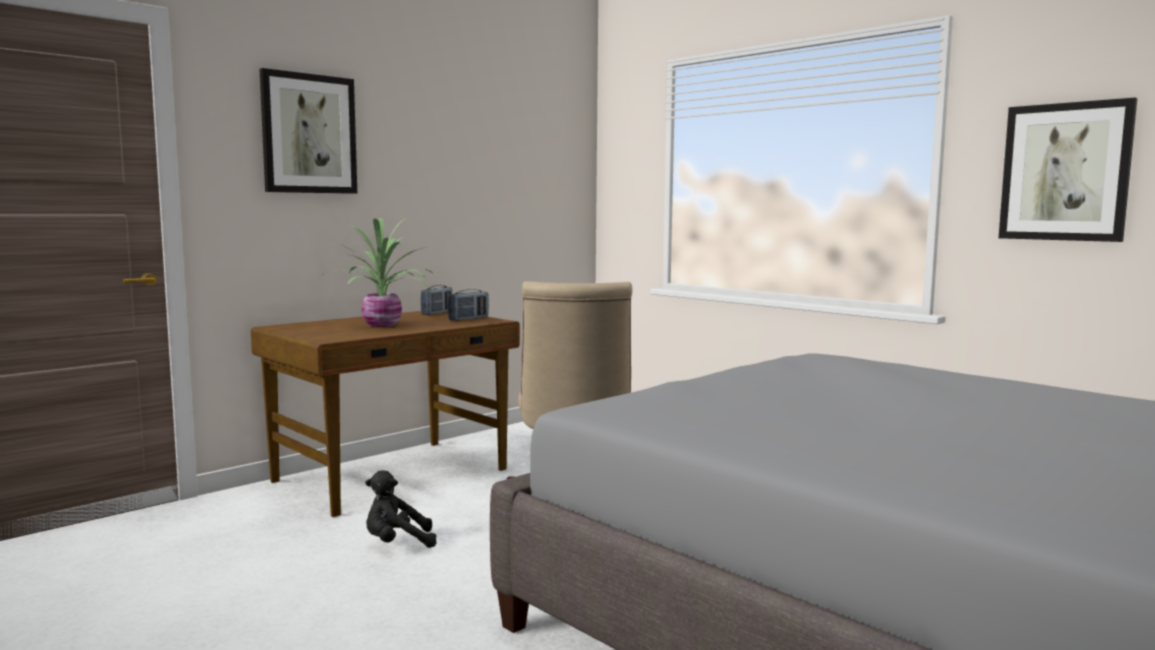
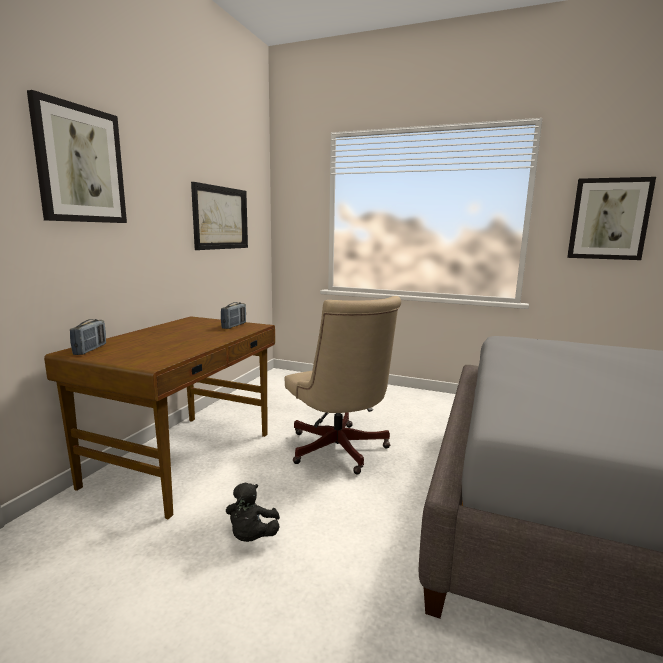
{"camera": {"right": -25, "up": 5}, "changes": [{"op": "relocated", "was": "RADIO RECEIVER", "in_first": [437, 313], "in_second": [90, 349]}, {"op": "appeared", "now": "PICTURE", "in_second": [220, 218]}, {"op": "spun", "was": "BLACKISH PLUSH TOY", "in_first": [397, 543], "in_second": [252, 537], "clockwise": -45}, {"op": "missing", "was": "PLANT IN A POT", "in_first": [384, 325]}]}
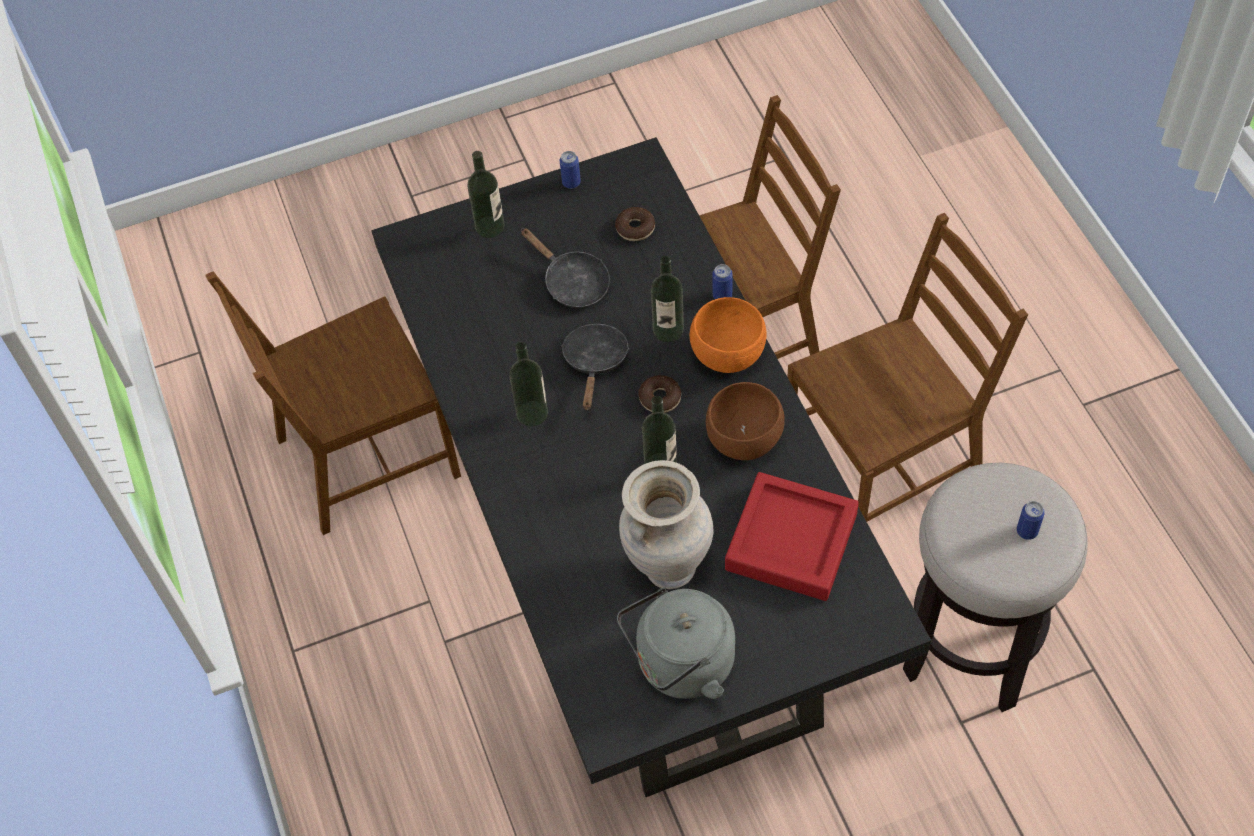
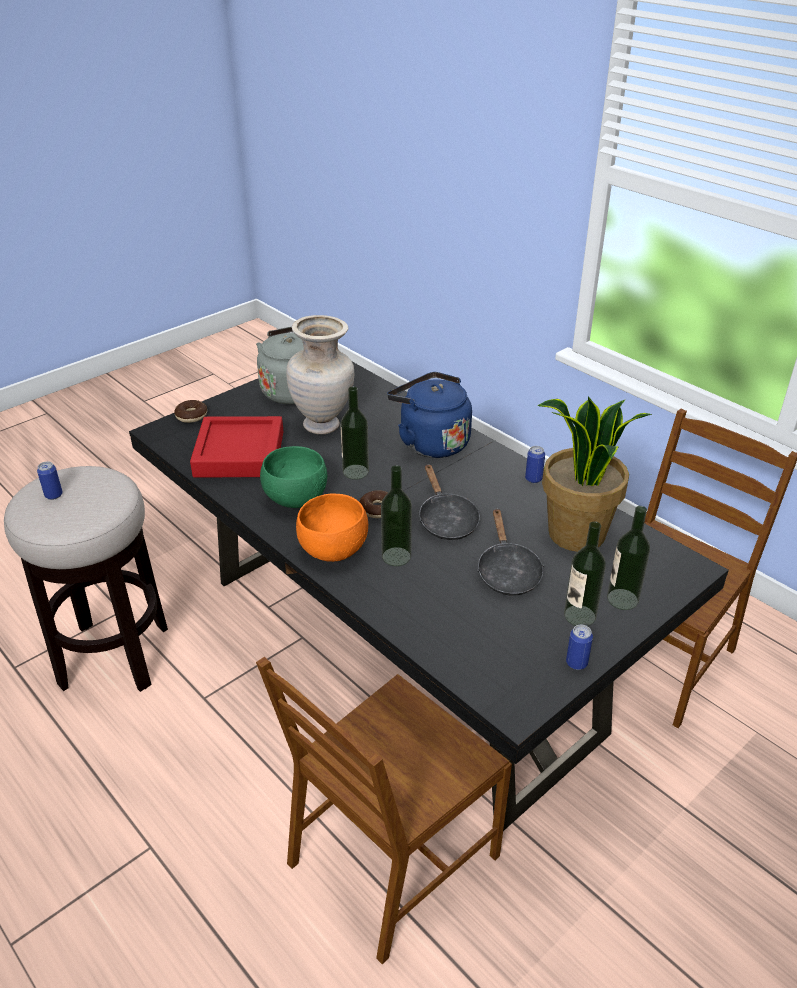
{"camera": {"right": 155, "up": -20}, "changes": [{"op": "relocated", "was": "DONUT", "in_first": [635, 228], "in_second": [191, 416]}, {"op": "colour", "was": "BROWNISH BOWL", "now": "GREEN-COLOURED BOWL", "in_first": [743, 439], "in_second": [296, 500]}, {"op": "appeared", "now": "BLUISH KETTLE", "in_second": [430, 442]}, {"op": "spun", "was": "BLACKISH SKILLET", "in_first": [572, 282], "in_second": [507, 572], "clockwise": -120}, {"op": "relocated", "was": "METAL CAN", "in_first": [722, 295], "in_second": [533, 479]}, {"op": "appeared", "now": "PLANT IN A POT", "in_second": [576, 535]}, {"op": "relocated", "was": "DRINK BOTTLE", "in_first": [532, 413], "in_second": [579, 616]}, {"op": "missing", "was": "BROWNISH UPRIGHT CHAIR", "in_first": [884, 463]}]}
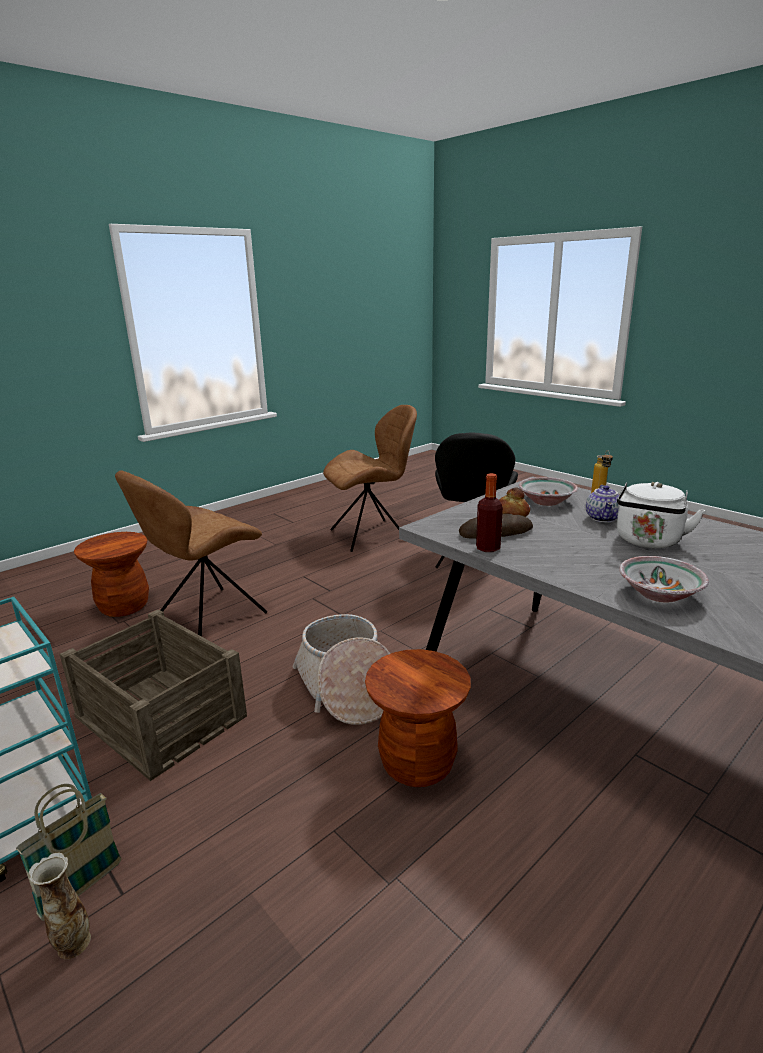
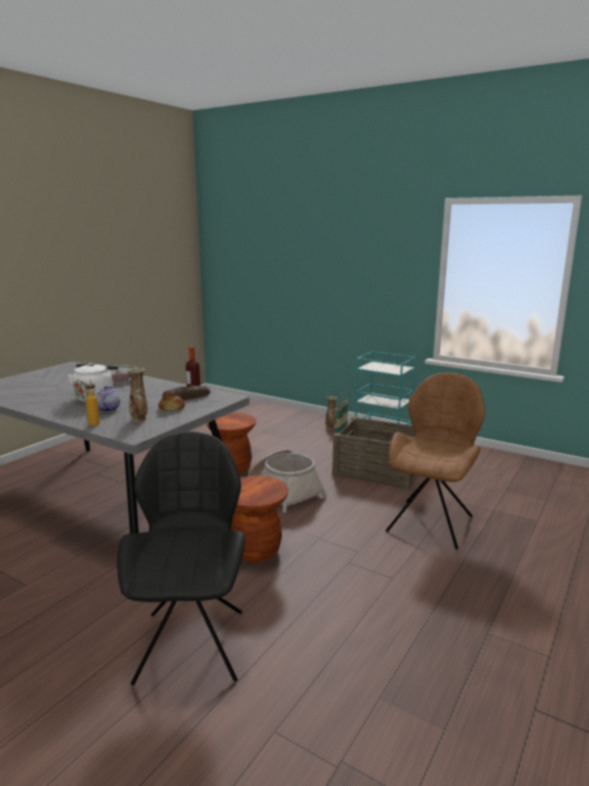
{"camera": {"right": 165, "up": -5}, "changes": [{"op": "exchanged", "was": "BOWL", "now": "FLOWER VASE", "in_first": [545, 501], "in_second": [139, 419]}, {"op": "relocated", "was": "BROWNISH STOOL", "in_first": [124, 606], "in_second": [256, 550]}, {"op": "missing", "was": "BROWNISH UPRIGHT CHAIR", "in_first": [372, 535]}]}
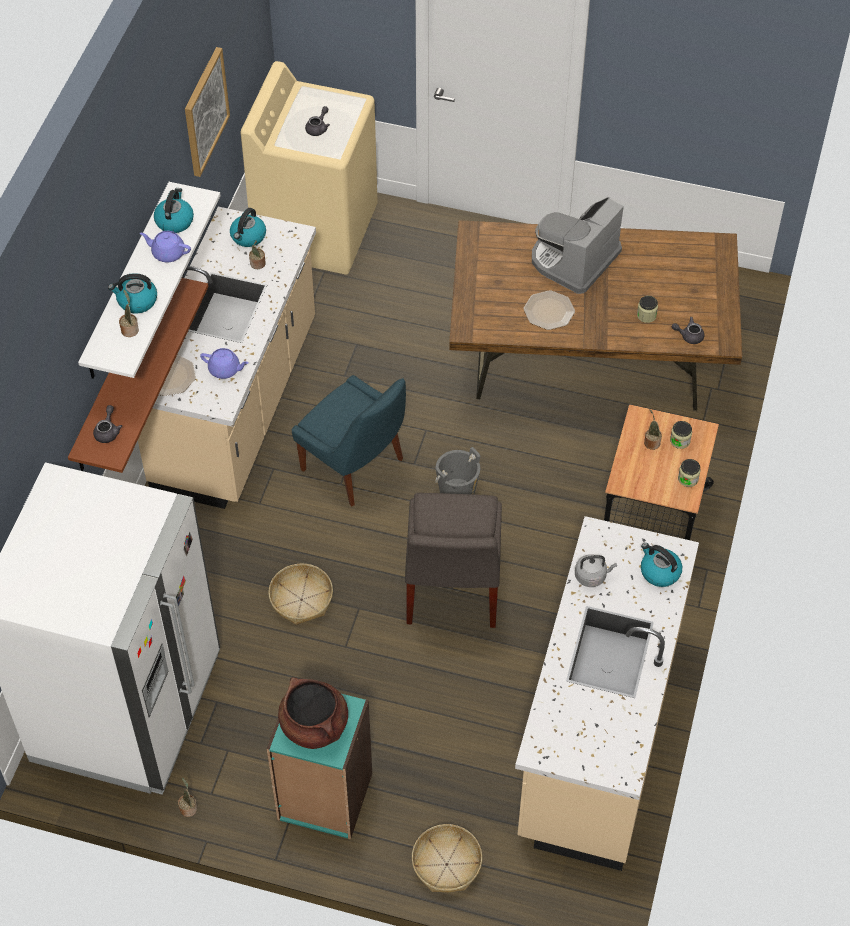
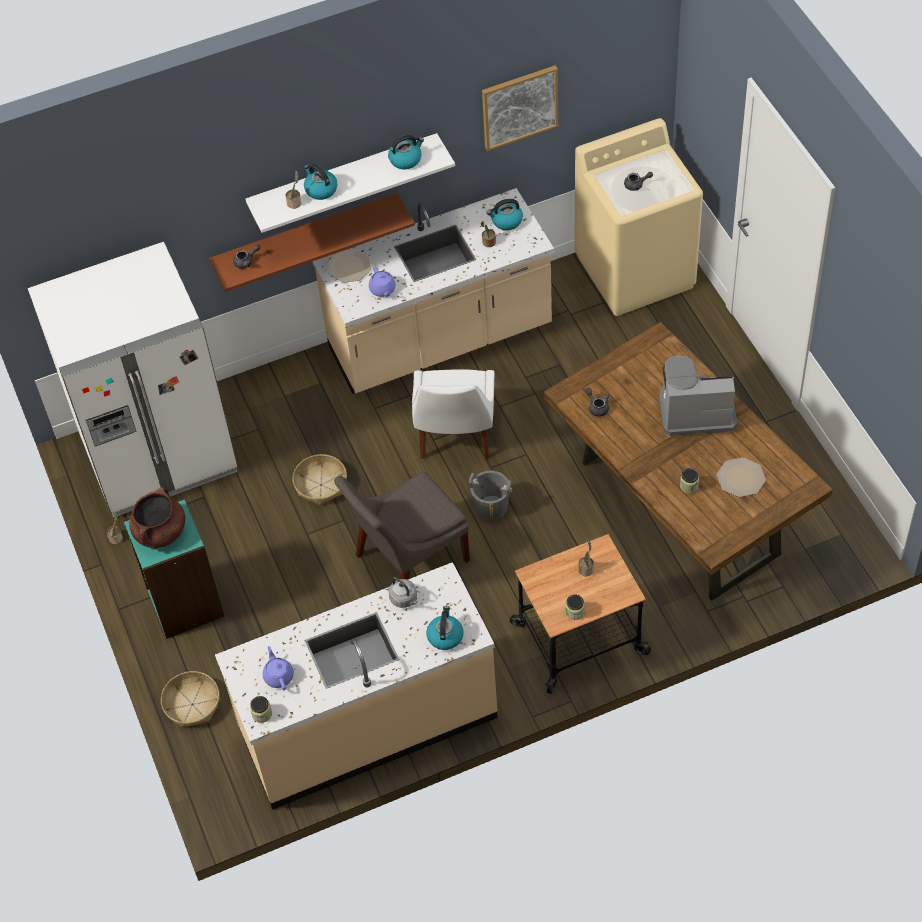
{"camera": {"right": 55, "up": 0}, "changes": [{"op": "relocated", "was": "PRESERVE JAR", "in_first": [680, 441], "in_second": [262, 714]}, {"op": "relocated", "was": "PURPLE-COLOURED TEA POT", "in_first": [167, 253], "in_second": [278, 676]}, {"op": "colour", "was": "BLUISH UPRIGHT CHAIR", "now": "WHITE UPRIGHT CHAIR", "in_first": [355, 466], "in_second": [455, 437]}, {"op": "relocated", "was": "GRAY TEA POT", "in_first": [688, 336], "in_second": [597, 407]}, {"op": "relocated", "was": "DINNER PLATE", "in_first": [548, 311], "in_second": [740, 478]}]}
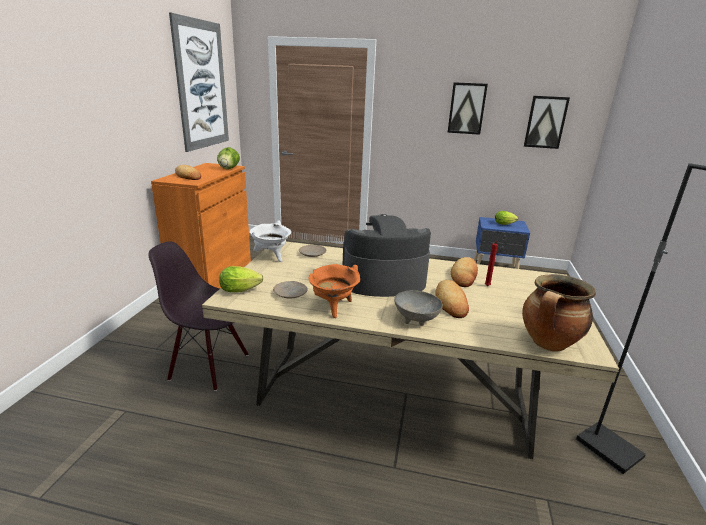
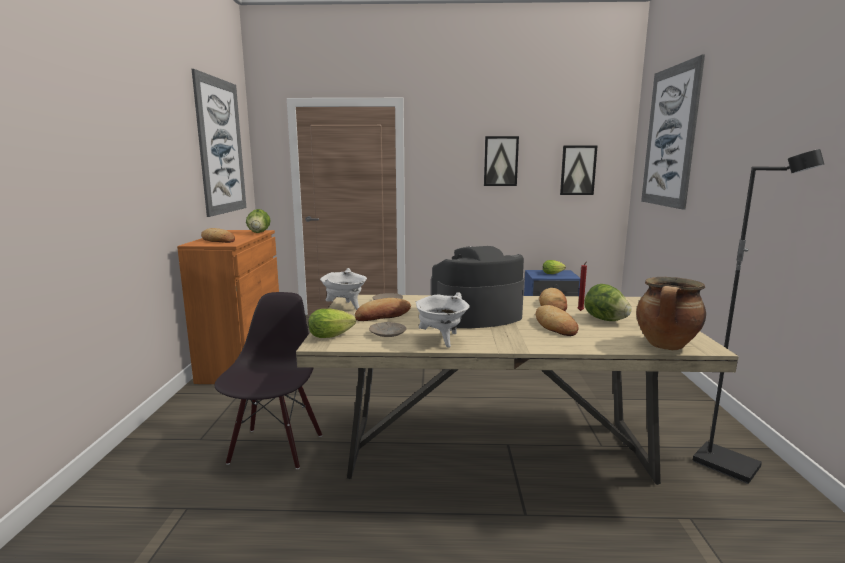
{"camera": {"right": -10, "up": -10}, "changes": [{"op": "spun", "was": "BLACKISH UPRIGHT CHAIR", "in_first": [210, 366], "in_second": [275, 448], "clockwise": 90}, {"op": "appeared", "now": "BREAD", "in_second": [383, 315]}, {"op": "colour", "was": "ORANGEY SAUCEPOT", "now": "WHITE SAUCEPOT", "in_first": [333, 307], "in_second": [441, 340]}, {"op": "appeared", "now": "LETTUCE", "in_second": [605, 320]}, {"op": "appeared", "now": "PICTURE", "in_second": [670, 137]}, {"op": "missing", "was": "GRAY BOWL", "in_first": [417, 319]}]}
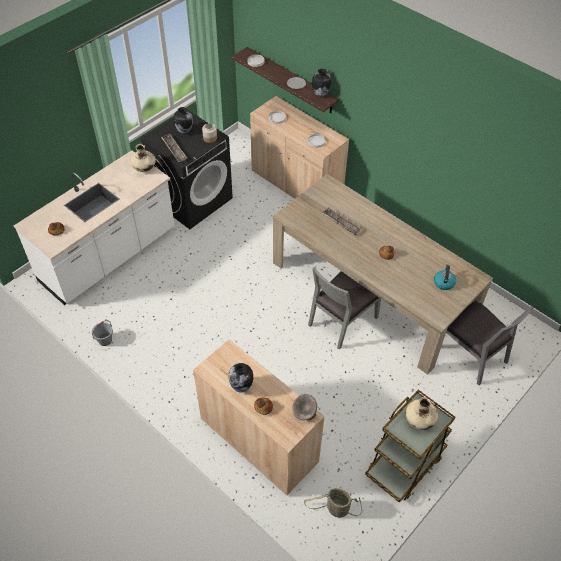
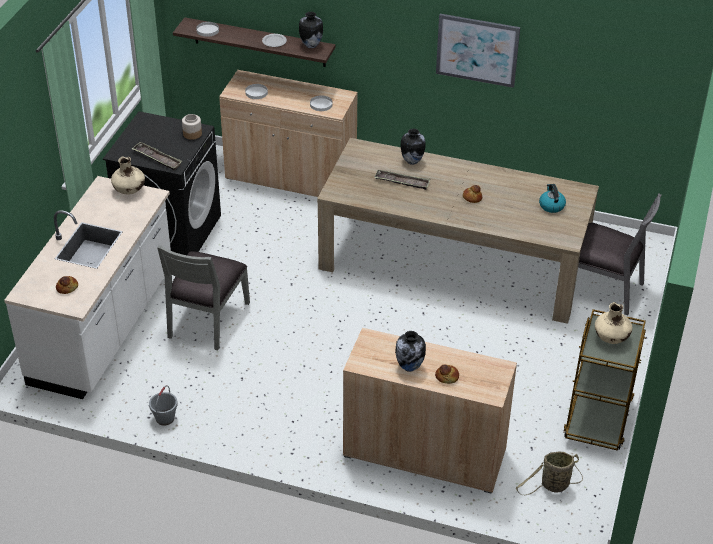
{"camera": {"right": -25, "up": -10}, "changes": [{"op": "relocated", "was": "GRAY UPRIGHT CHAIR", "in_first": [341, 320], "in_second": [207, 319]}, {"op": "relocated", "was": "FLOWER VASE", "in_first": [184, 131], "in_second": [412, 161]}, {"op": "appeared", "now": "PICTURE", "in_second": [477, 50]}, {"op": "missing", "was": "GRAY BOWL", "in_first": [304, 413]}]}
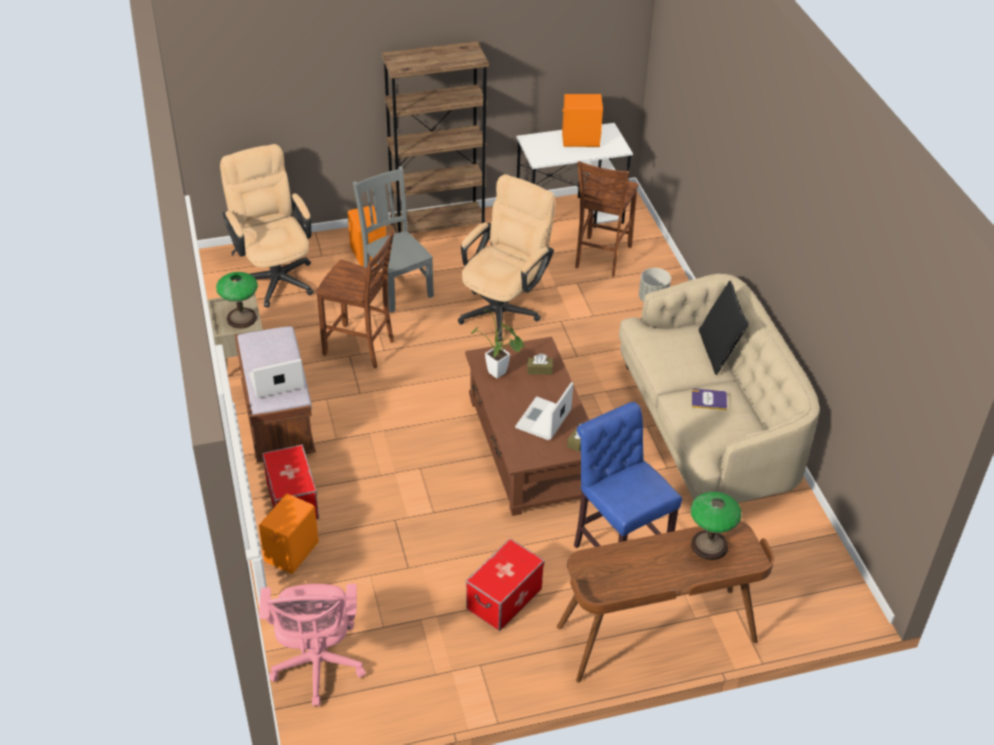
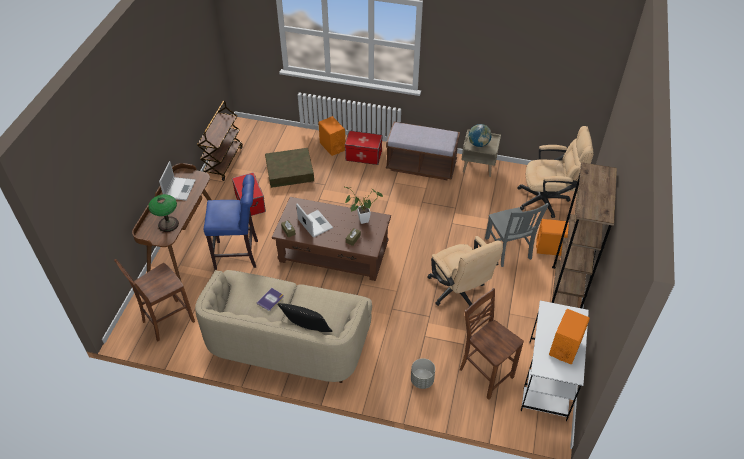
{"camera": {"right": 120, "up": 5}, "changes": [{"op": "relocated", "was": "BROWNISH UPRIGHT CHAIR", "in_first": [360, 348], "in_second": [167, 321]}, {"op": "relocated", "was": "LAPTOP", "in_first": [275, 382], "in_second": [180, 188]}, {"op": "appeared", "now": "BROWNISH WHEELED CART", "in_second": [223, 161]}, {"op": "appeared", "now": "BROWNISH STORAGE BOX", "in_second": [290, 171]}, {"op": "exchanged", "was": "LAMP FOR A TABLE", "now": "GLOBE", "in_first": [241, 318], "in_second": [478, 144]}, {"op": "spun", "was": "GRAY UPRIGHT CHAIR", "in_first": [397, 286], "in_second": [508, 249], "clockwise": 75}, {"op": "missing", "was": "PINK-COLOURED DESK CHAIR", "in_first": [317, 666]}]}
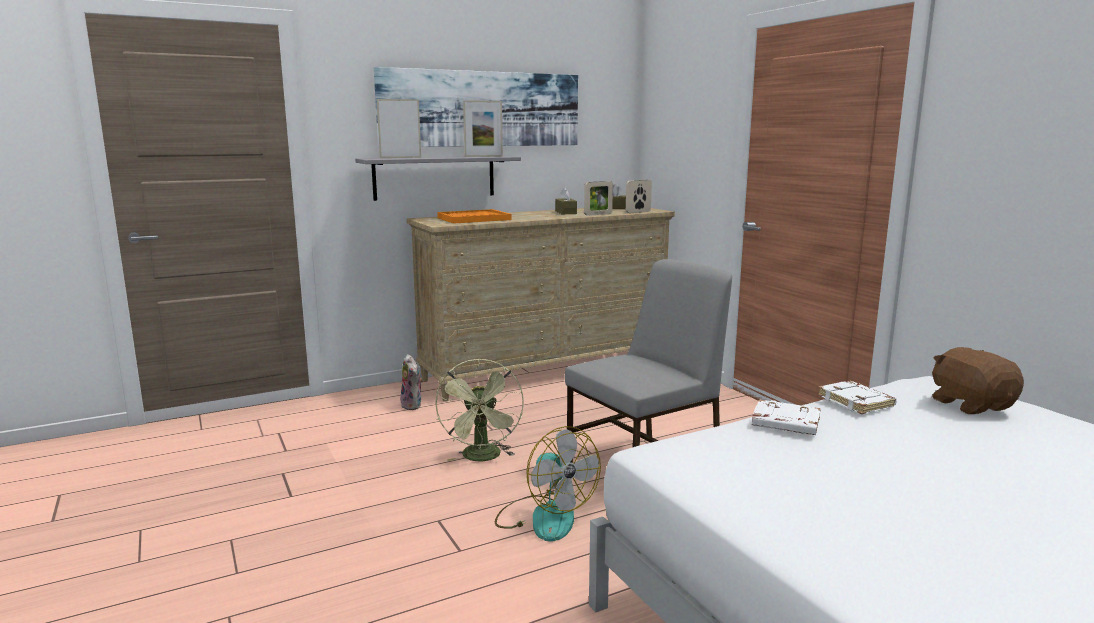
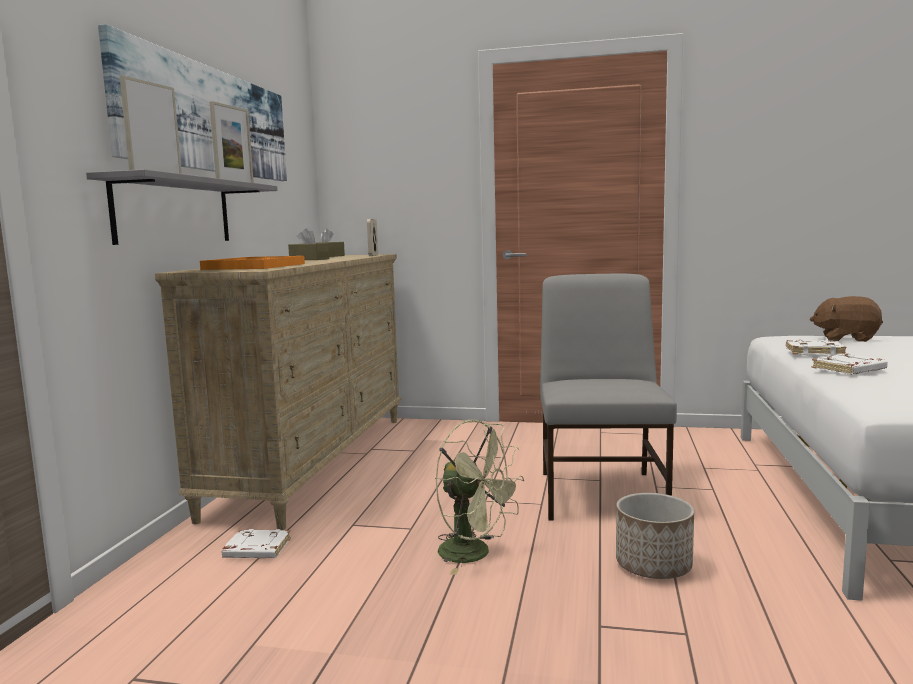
{"camera": {"right": -50, "up": -5}, "changes": [{"op": "exchanged", "was": "PLUSH TOY", "now": "WHITE VOLUME", "in_first": [413, 405], "in_second": [256, 550]}, {"op": "exchanged", "was": "ELECTRIC FAN", "now": "FLOWER POT", "in_first": [544, 517], "in_second": [653, 565]}, {"op": "missing", "was": "STANDING FRAME", "in_first": [598, 214]}]}
